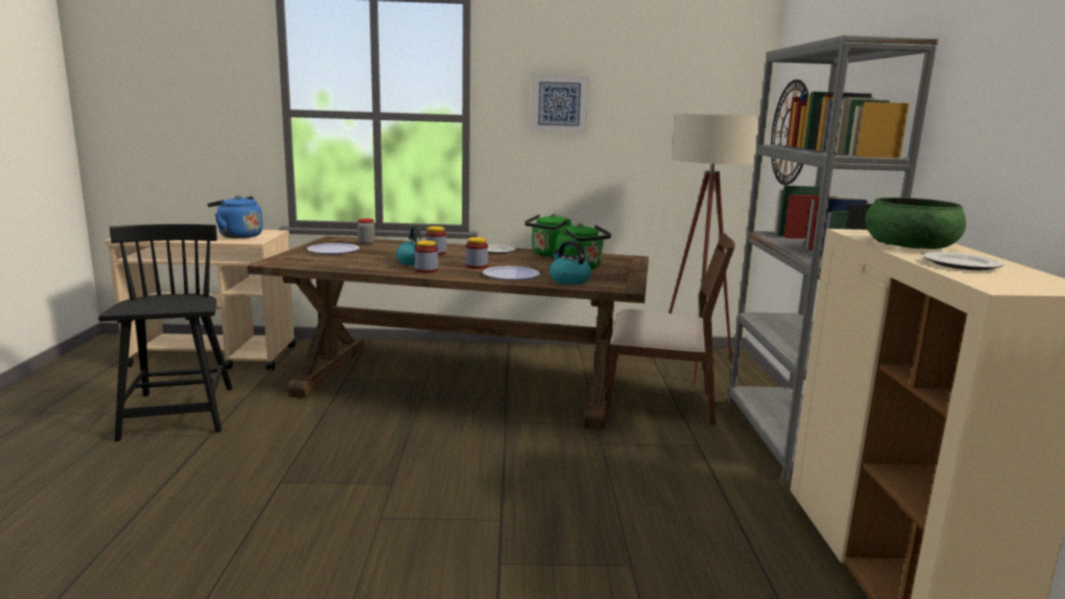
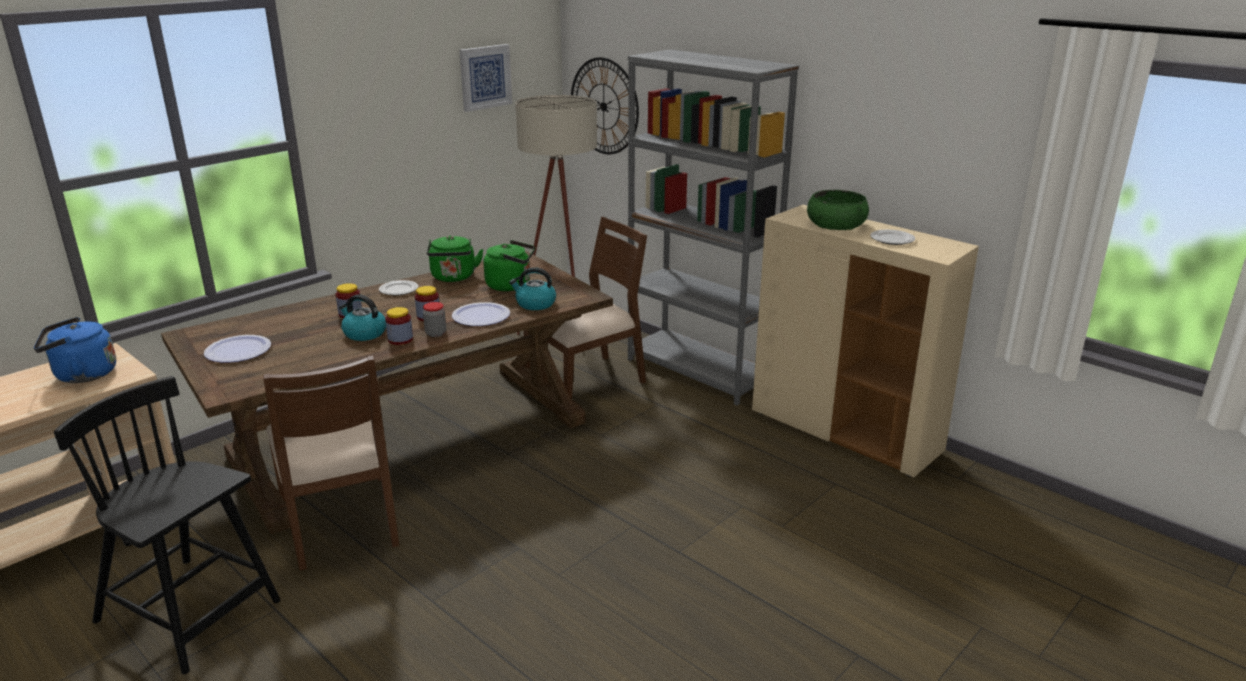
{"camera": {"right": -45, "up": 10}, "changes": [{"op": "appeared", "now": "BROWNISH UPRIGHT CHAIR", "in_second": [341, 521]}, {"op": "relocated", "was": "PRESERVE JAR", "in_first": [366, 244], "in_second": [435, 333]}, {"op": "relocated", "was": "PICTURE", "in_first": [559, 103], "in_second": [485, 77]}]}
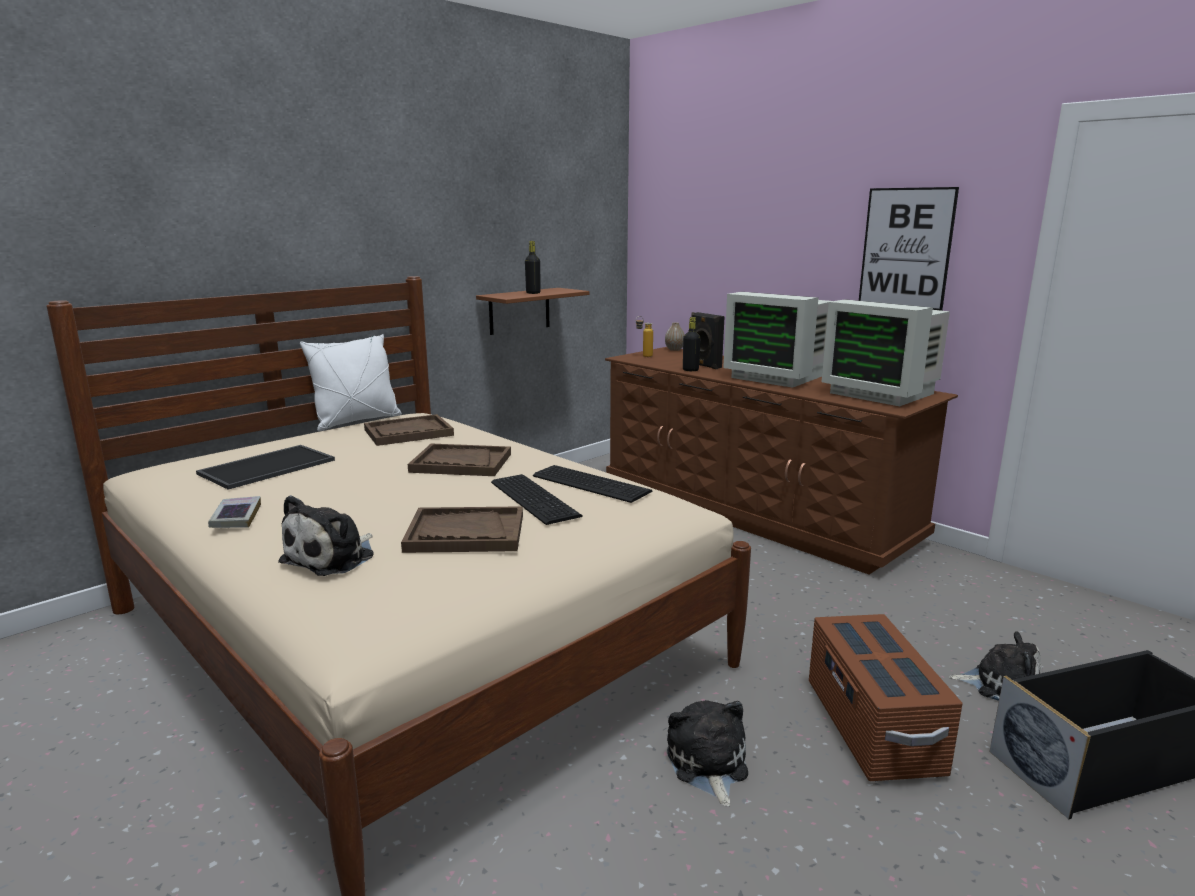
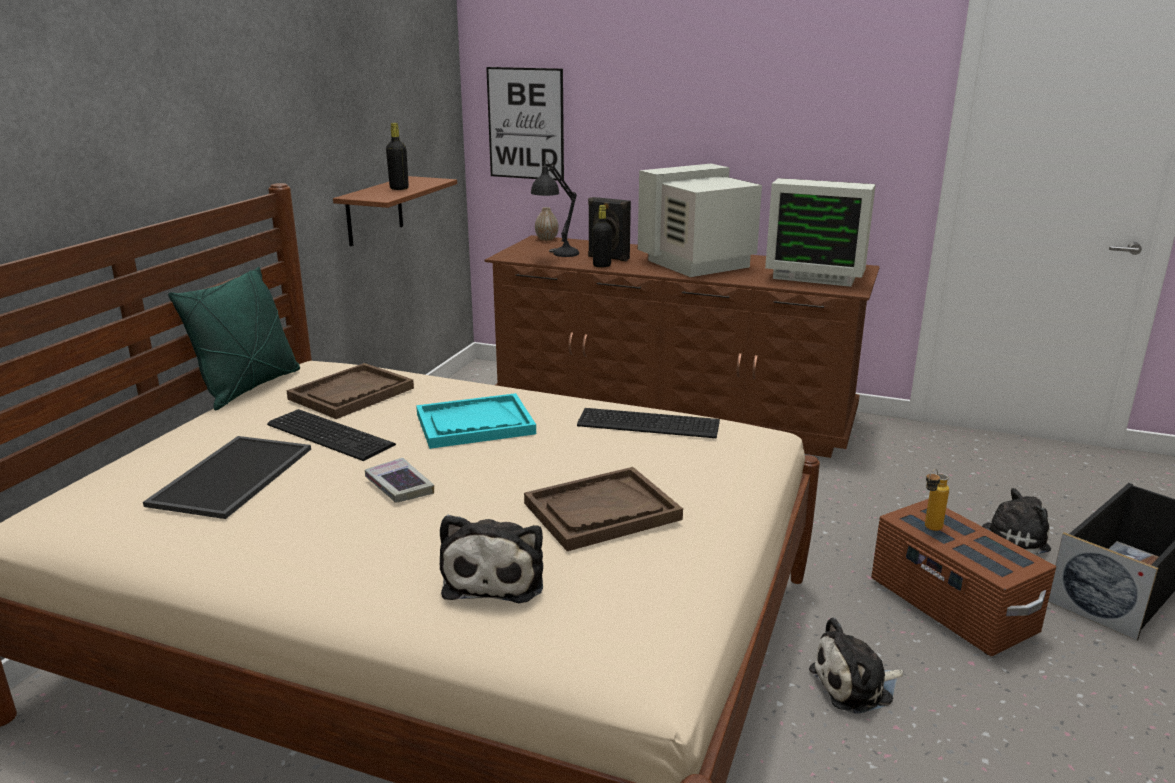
{"camera": {"right": -25, "up": 5}, "changes": [{"op": "colour", "was": "WHITE PILLOW", "now": "GREEN-COLOURED PILLOW", "in_first": [357, 421], "in_second": [249, 387]}, {"op": "relocated", "was": "COMPUTER KEYBOARD", "in_first": [535, 498], "in_second": [331, 433]}, {"op": "relocated", "was": "VOLUME", "in_first": [236, 517], "in_second": [399, 486]}, {"op": "colour", "was": "BROWNISH SERVING TRAY", "now": "BLUE-GREEN SERVING TRAY", "in_first": [461, 463], "in_second": [475, 424]}, {"op": "relocated", "was": "PICTURE", "in_first": [906, 248], "in_second": [526, 124]}, {"op": "appeared", "now": "BLACKISH LAMP FOR A TABLE", "in_second": [556, 256]}, {"op": "spun", "was": "COMPUTER SCREEN", "in_first": [777, 376], "in_second": [698, 264], "clockwise": 135}, {"op": "spun", "was": "PLUSH TOY", "in_first": [707, 765], "in_second": [856, 685], "clockwise": -75}, {"op": "relocated", "was": "DRINK BOTTLE", "in_first": [643, 356], "in_second": [929, 529]}]}
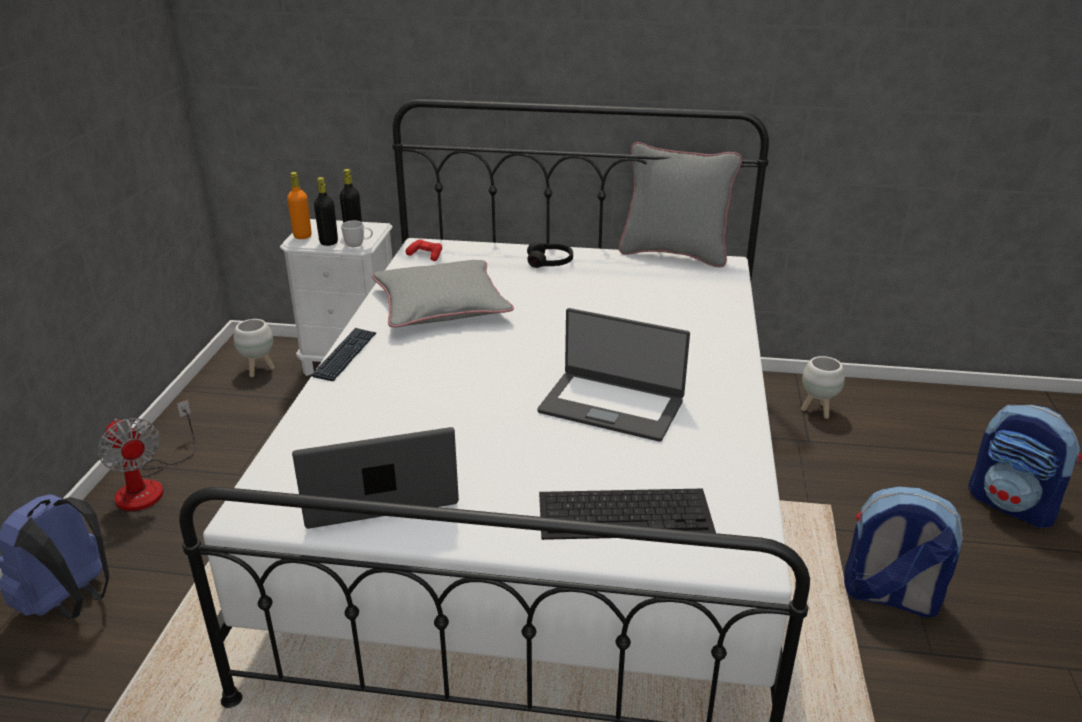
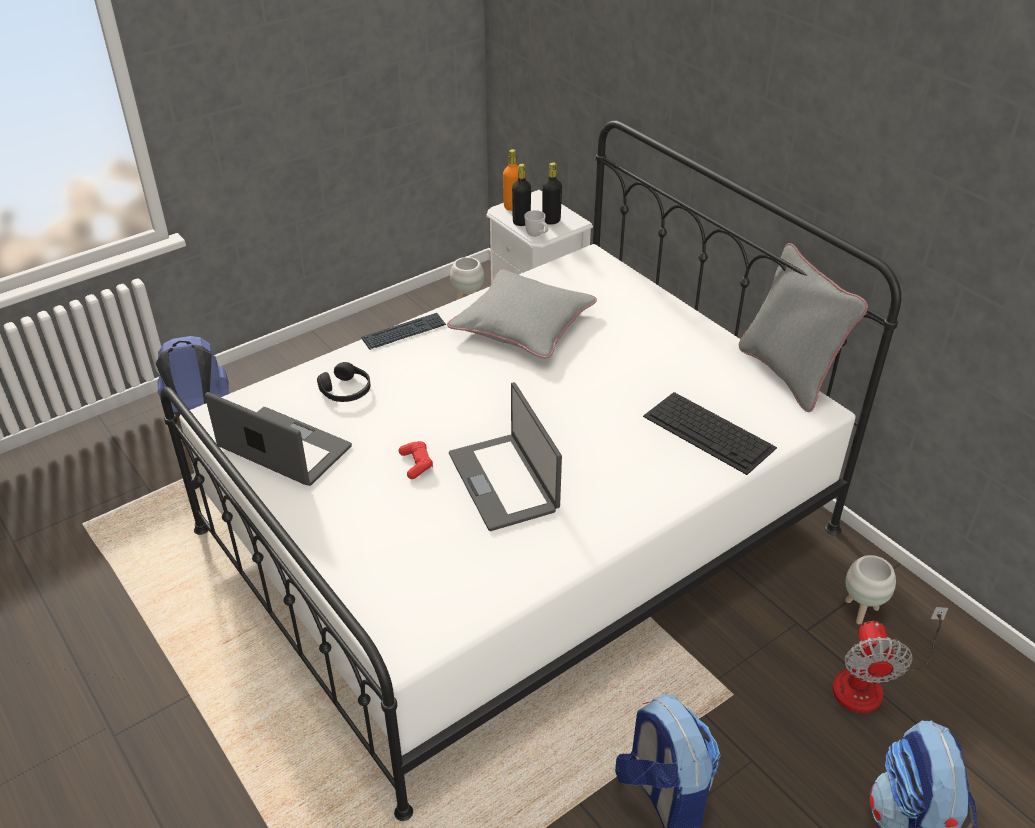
{"camera": {"right": 45, "up": 10}, "changes": [{"op": "relocated", "was": "BLACKISH HEADSET", "in_first": [550, 262], "in_second": [346, 390]}, {"op": "relocated", "was": "REDDISH JOYPAD", "in_first": [426, 255], "in_second": [416, 464]}, {"op": "relocated", "was": "COMPUTER KEYBOARD", "in_first": [626, 513], "in_second": [710, 432]}, {"op": "relocated", "was": "ELECTRIC FAN", "in_first": [149, 485], "in_second": [870, 683]}]}
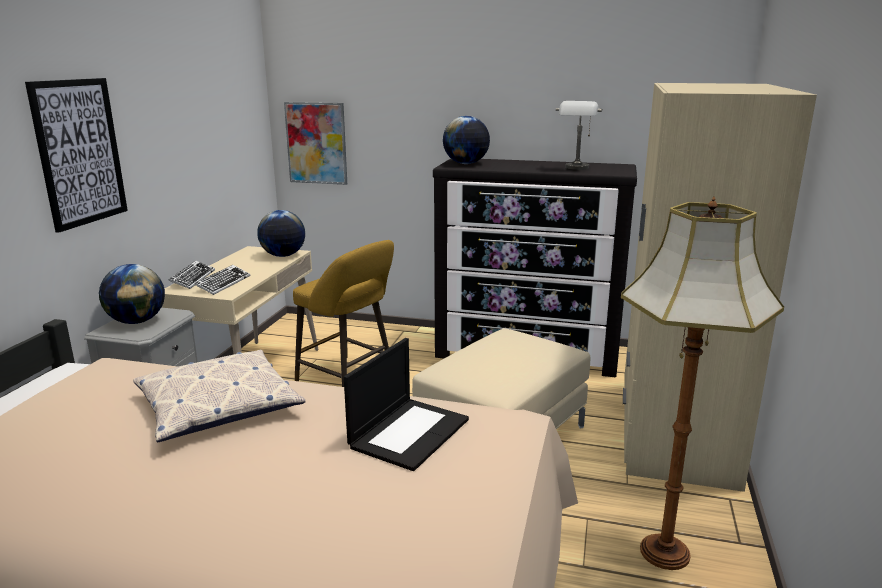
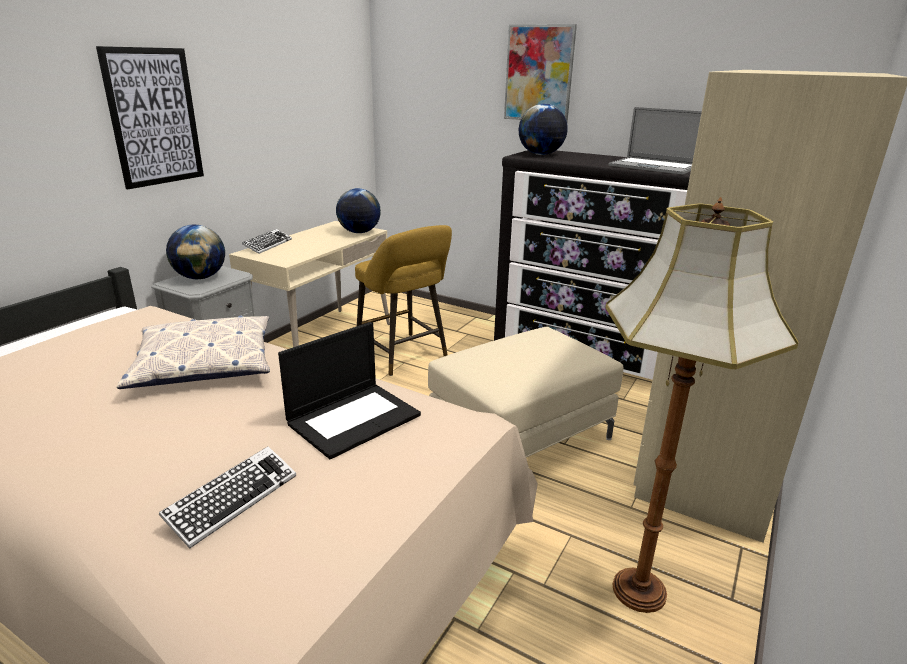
{"camera": {"right": 15, "up": 5}, "changes": [{"op": "relocated", "was": "COMPUTER KEYBOARD", "in_first": [223, 283], "in_second": [232, 500]}, {"op": "relocated", "was": "PICTURE", "in_first": [316, 143], "in_second": [539, 74]}, {"op": "exchanged", "was": "GRAY LAMP FOR A TABLE", "now": "LAPTOP", "in_first": [576, 169], "in_second": [653, 167]}]}
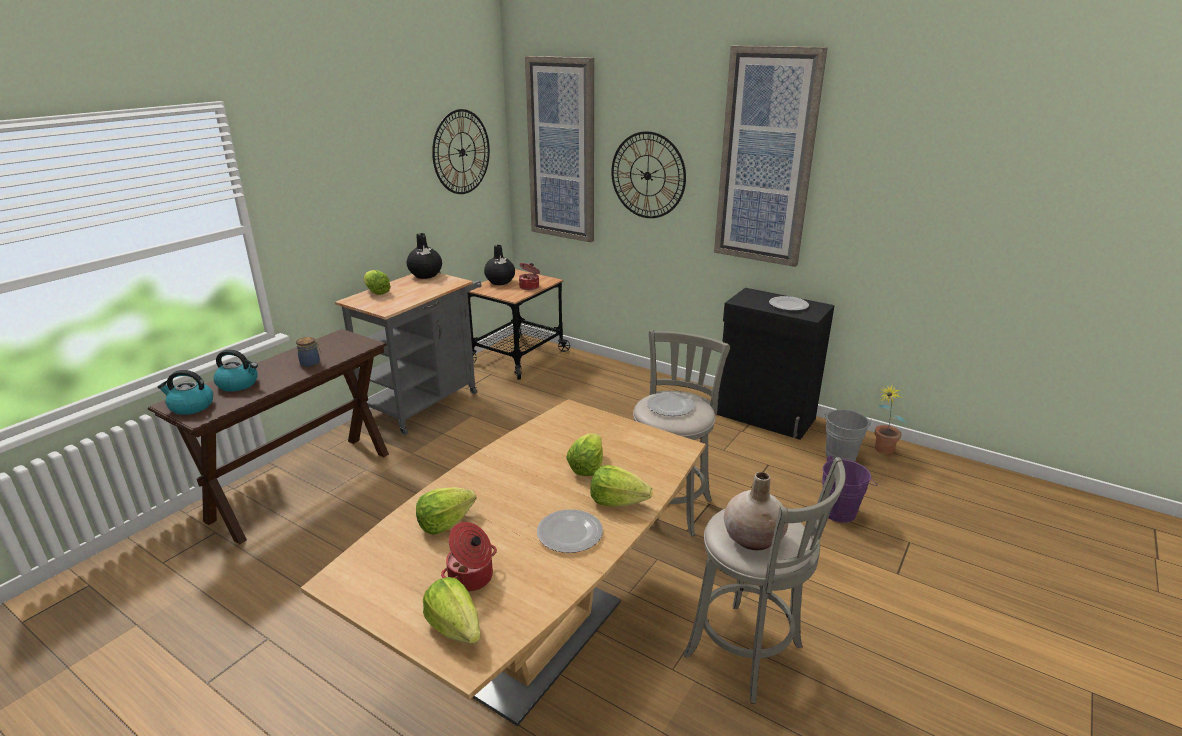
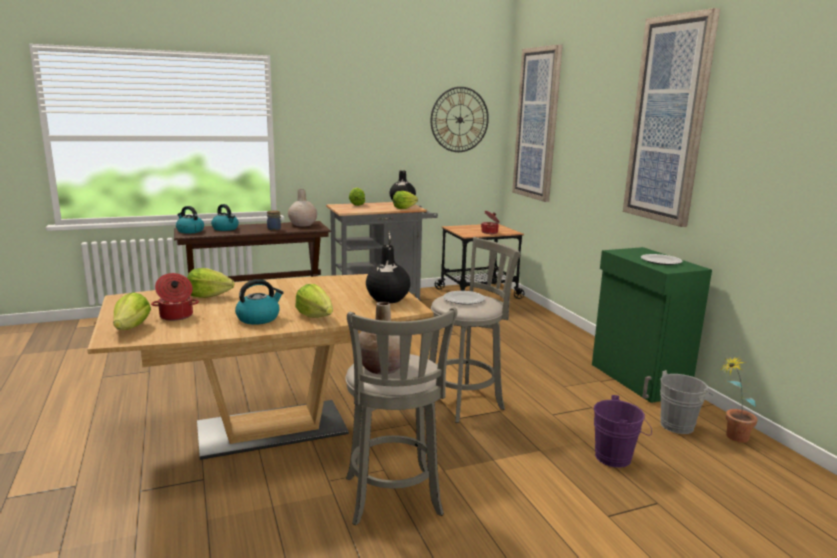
{"camera": {"right": 35, "up": -10}, "changes": [{"op": "exchanged", "was": "DINNER PLATE", "now": "KETTLE", "in_first": [569, 533], "in_second": [259, 318]}, {"op": "appeared", "now": "SAND-COLOURED FLOWER VASE", "in_second": [302, 224]}, {"op": "relocated", "was": "BLACKISH FLOWER VASE", "in_first": [500, 282], "in_second": [387, 299]}, {"op": "relocated", "was": "LETTUCE", "in_first": [587, 467], "in_second": [404, 208]}, {"op": "colour", "was": "BLACKISH CUPBOARD", "now": "GREEN-COLOURED CUPBOARD", "in_first": [765, 417], "in_second": [638, 379]}, {"op": "missing", "was": "HANGING CLOCK", "in_first": [647, 175]}]}
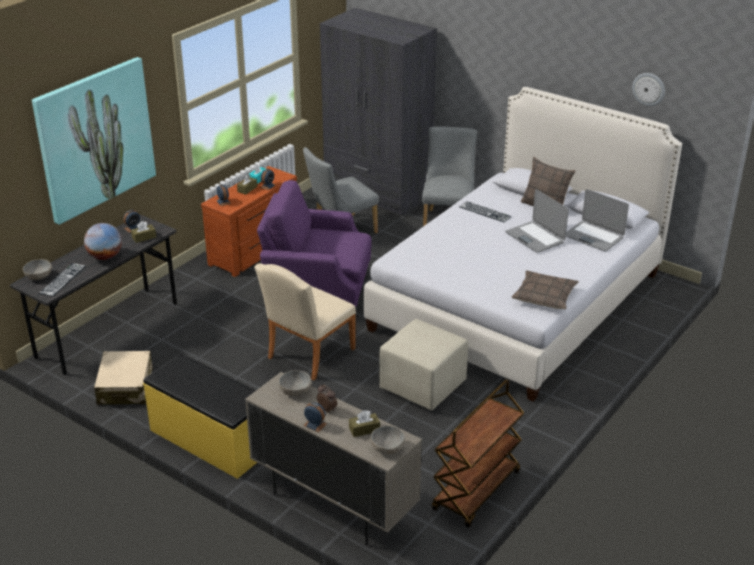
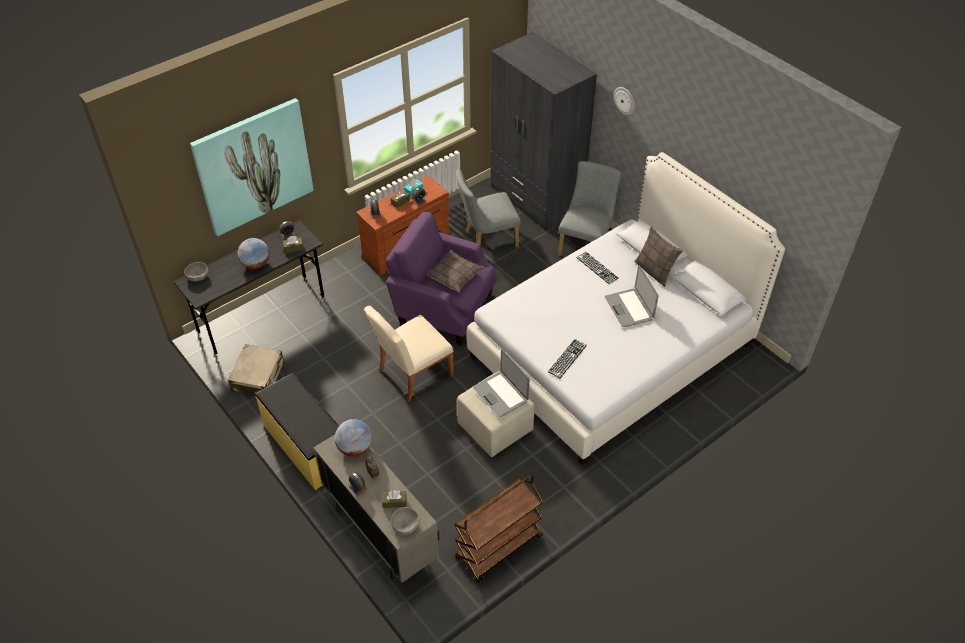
{"camera": {"right": 15, "up": 15}, "changes": [{"op": "exchanged", "was": "GRAY BOWL", "now": "GLOBE", "in_first": [295, 391], "in_second": [355, 448]}, {"op": "relocated", "was": "PILLOW", "in_first": [544, 296], "in_second": [455, 275]}, {"op": "relocated", "was": "LAPTOP", "in_first": [593, 237], "in_second": [501, 394]}, {"op": "relocated", "was": "COMPUTER KEYBOARD", "in_first": [62, 279], "in_second": [567, 358]}, {"op": "relocated", "was": "HANGING CLOCK", "in_first": [649, 89], "in_second": [625, 100]}]}
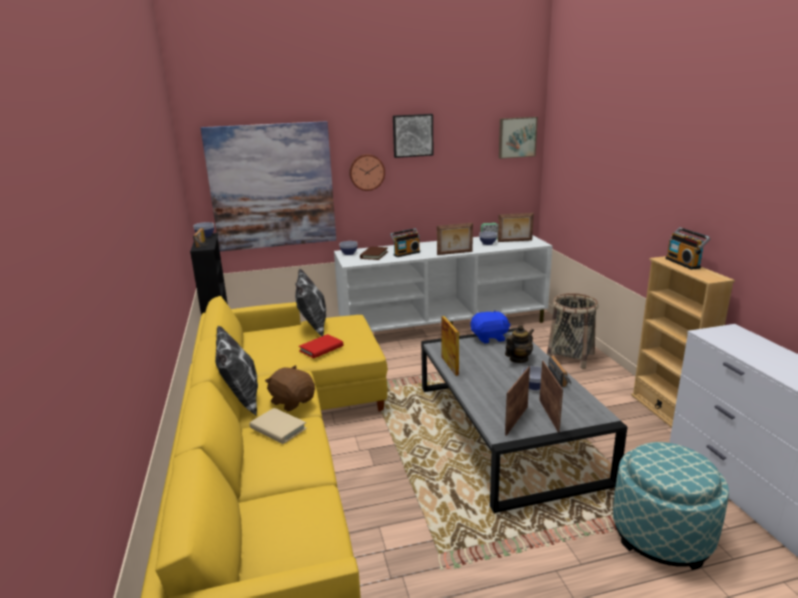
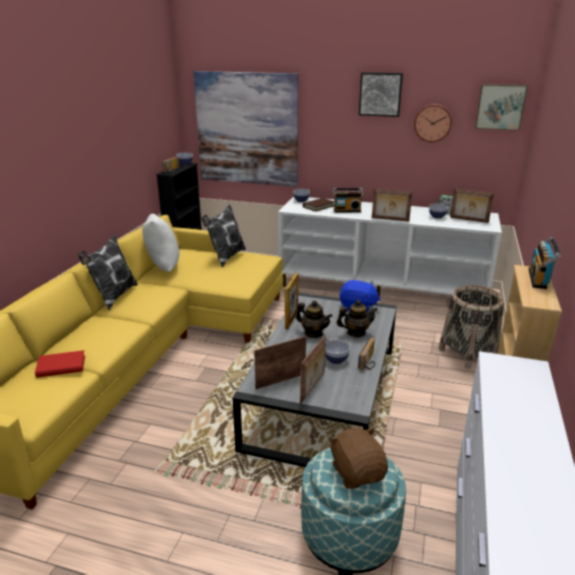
{"camera": {"right": 30, "up": 5}, "changes": [{"op": "relocated", "was": "REDDISH VOLUME", "in_first": [321, 348], "in_second": [61, 366]}, {"op": "appeared", "now": "WHITE PILLOW", "in_second": [162, 268]}, {"op": "appeared", "now": "TEA POT", "in_second": [313, 333]}, {"op": "relocated", "was": "BROWNISH PLUSH TOY", "in_first": [292, 401], "in_second": [357, 472]}, {"op": "relocated", "was": "HANGING CLOCK", "in_first": [366, 172], "in_second": [433, 123]}, {"op": "missing", "was": "SAND-COLOURED VOLUME", "in_first": [278, 428]}]}
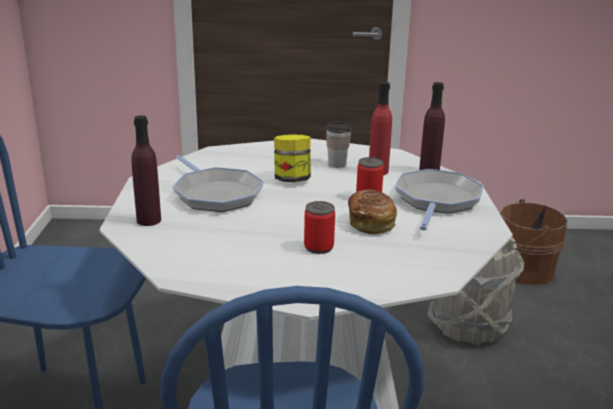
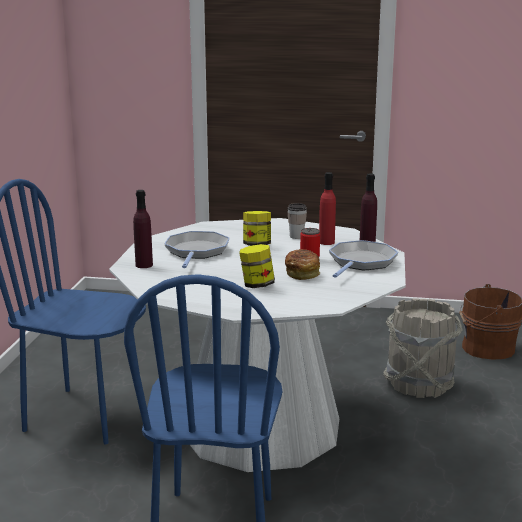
{"camera": {"right": 10, "up": -5}, "changes": [{"op": "spun", "was": "SKILLET", "in_first": [216, 194], "in_second": [196, 252], "clockwise": -150}, {"op": "exchanged", "was": "METAL CAN", "now": "PRESERVE JAR", "in_first": [318, 247], "in_second": [257, 285]}]}
